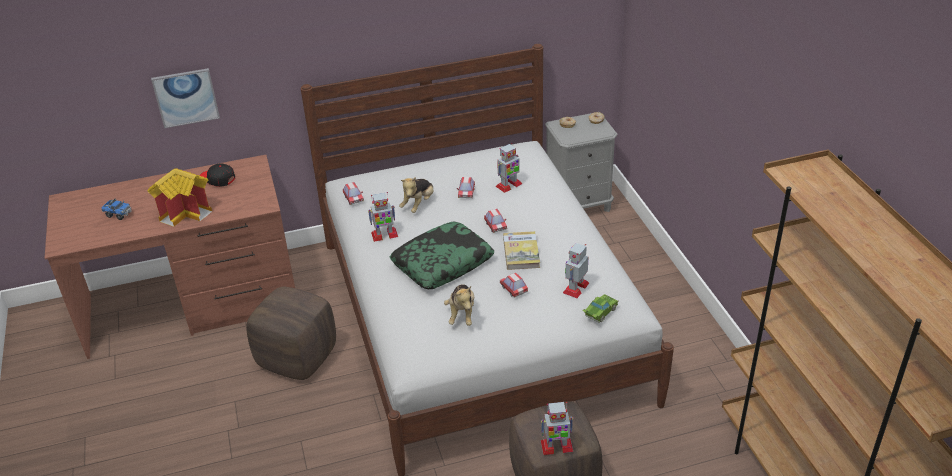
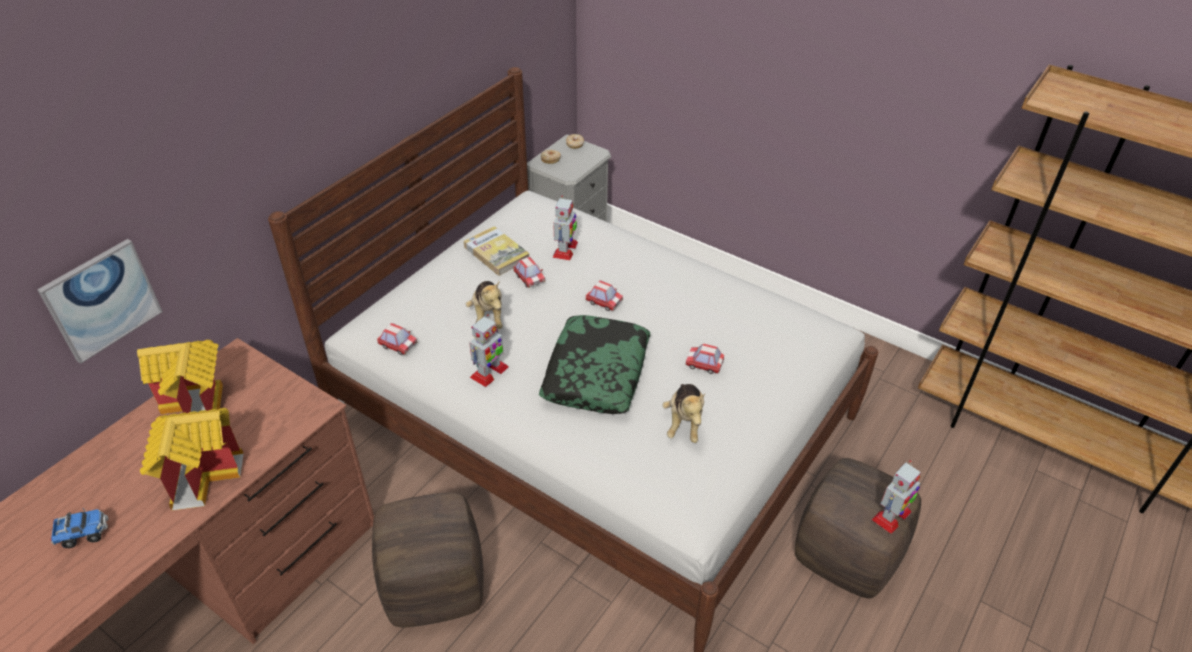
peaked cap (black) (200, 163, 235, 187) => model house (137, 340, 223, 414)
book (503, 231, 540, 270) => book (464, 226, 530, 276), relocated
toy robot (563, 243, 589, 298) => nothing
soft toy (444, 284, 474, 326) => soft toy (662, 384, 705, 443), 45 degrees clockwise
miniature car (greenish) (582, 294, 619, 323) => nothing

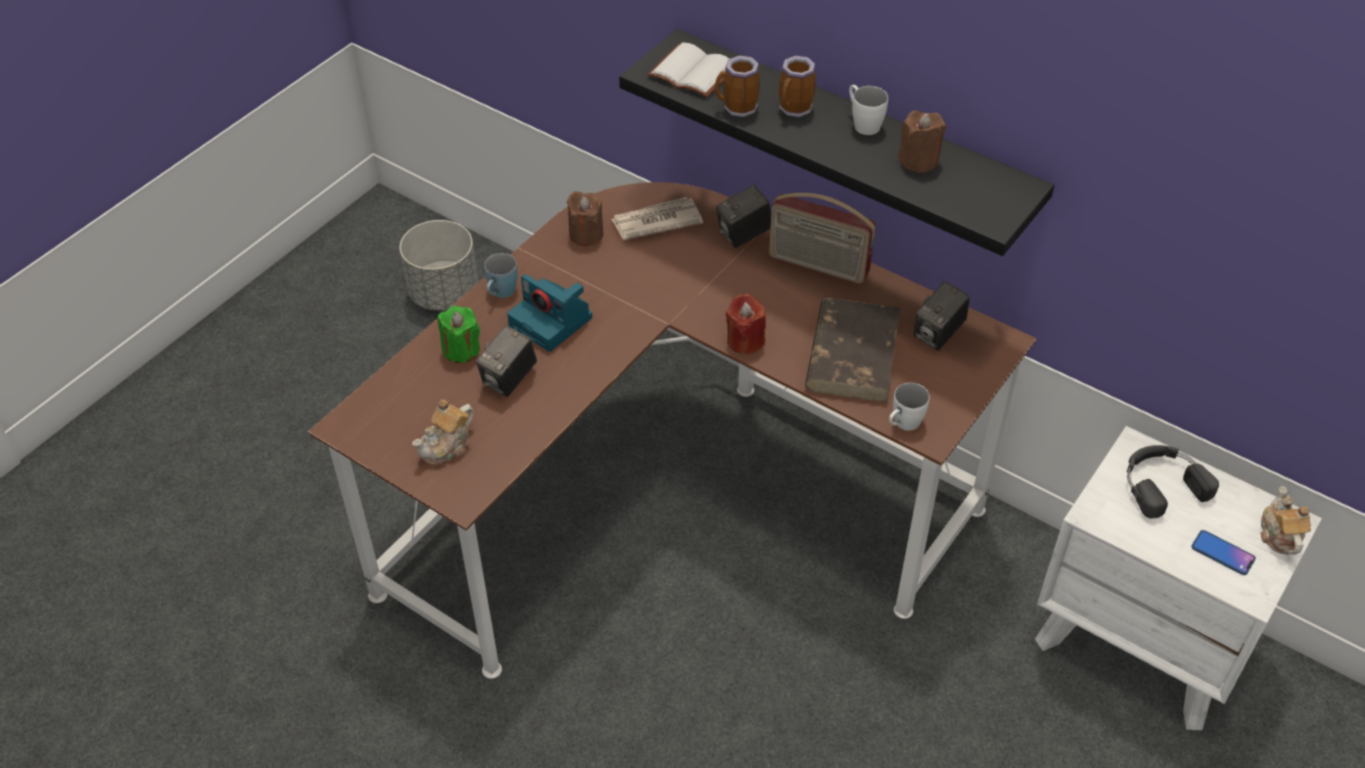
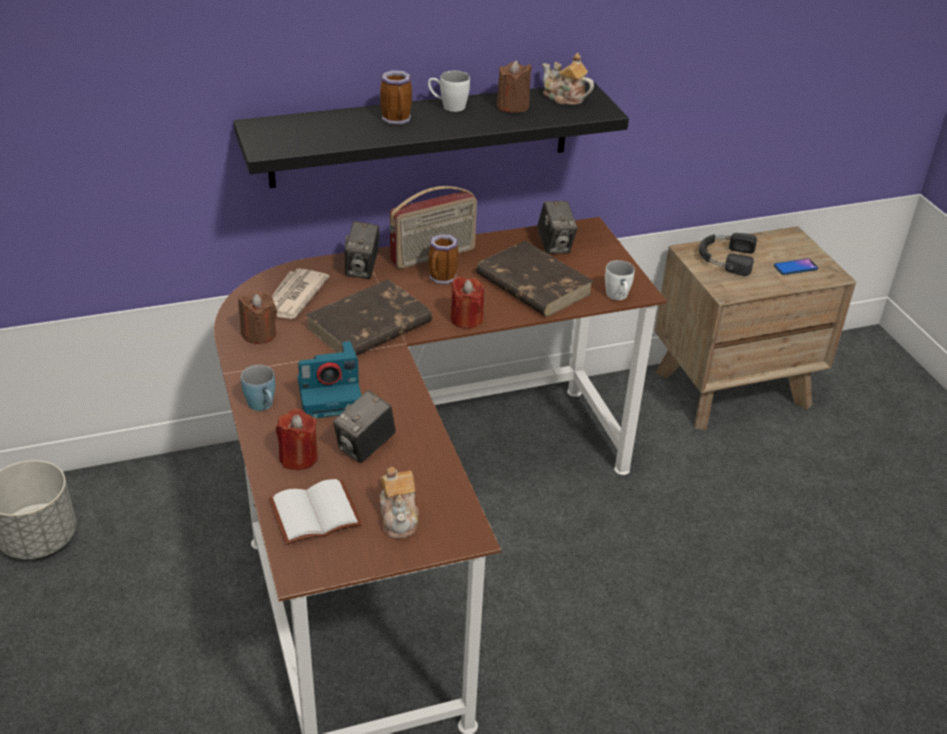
book (white) (647, 42, 730, 97) => book (white) (269, 479, 362, 545), relocated
mug (715, 55, 760, 117) => mug (429, 234, 458, 284), relocated
wax light (greenish) (438, 306, 480, 363) => wax light (reddish) (276, 409, 318, 470)
photo camera (476, 325, 537, 397) => photo camera (333, 390, 396, 463), 60 degrees clockwise
nightstand (white) (1035, 426, 1322, 730) => nightstand (brownish) (655, 226, 856, 430)
pot for tea (1261, 486, 1311, 555) => pot for tea (542, 53, 594, 105), relocated
nothing => book (brownish) (306, 279, 432, 355)

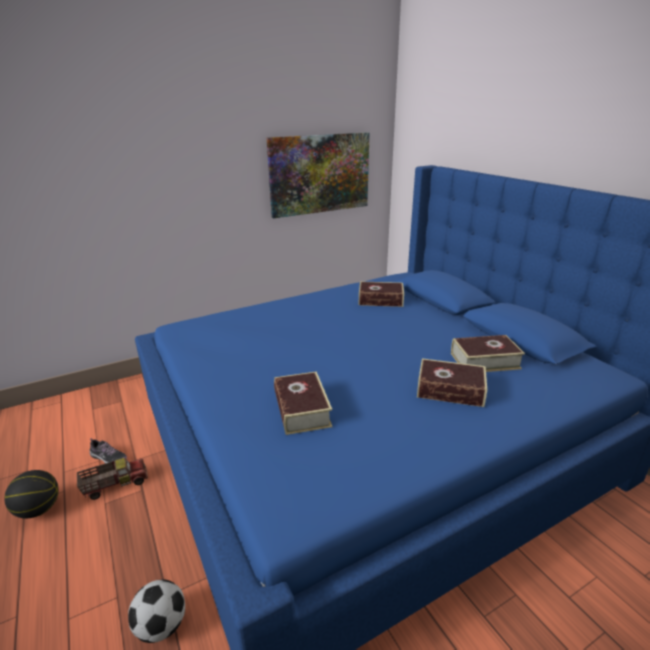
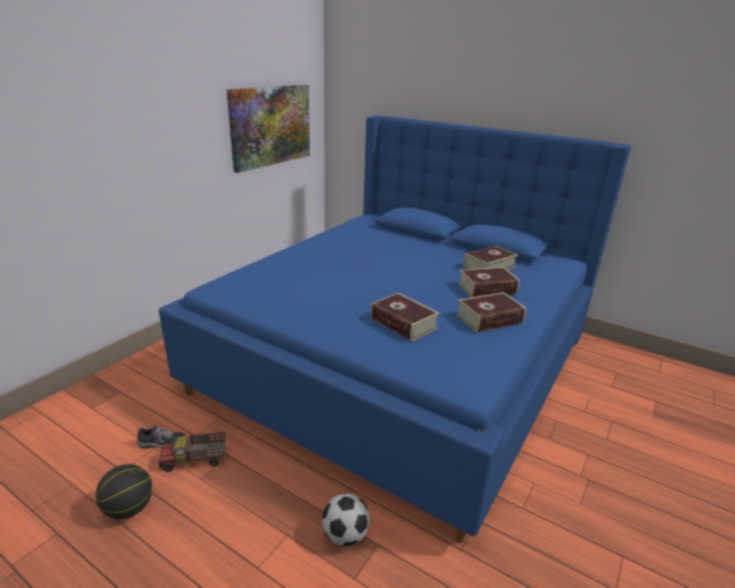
book (359, 281, 404, 307) => book (456, 292, 526, 333), relocated
toy lorry (77, 458, 148, 500) => toy lorry (158, 432, 226, 472), 135 degrees counterclockwise

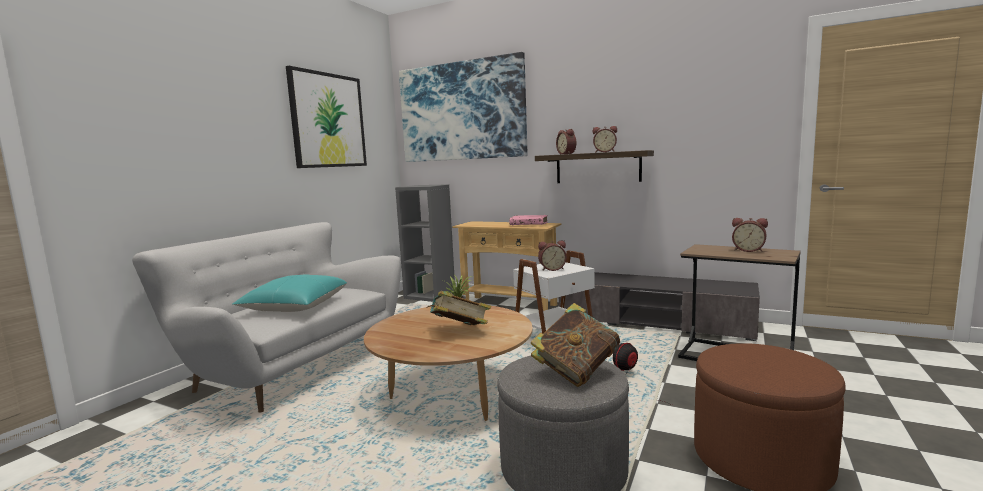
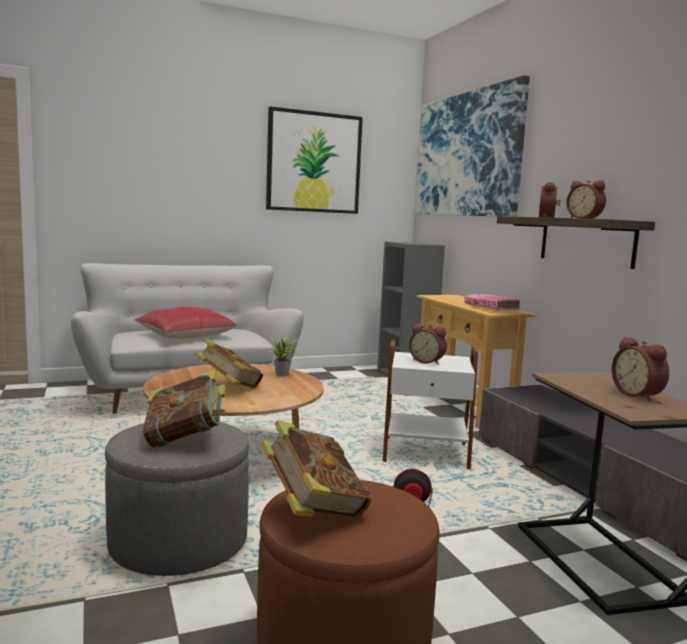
pillow (turquoise) (232, 275, 347, 312) => pillow (reddish) (135, 307, 236, 339)
nothing => book (261, 420, 371, 519)

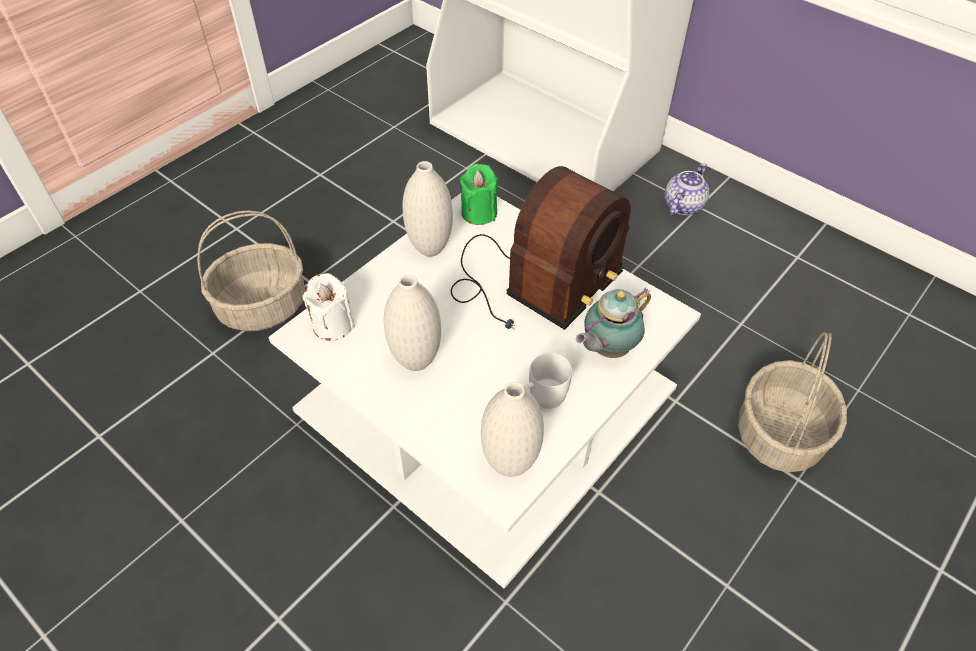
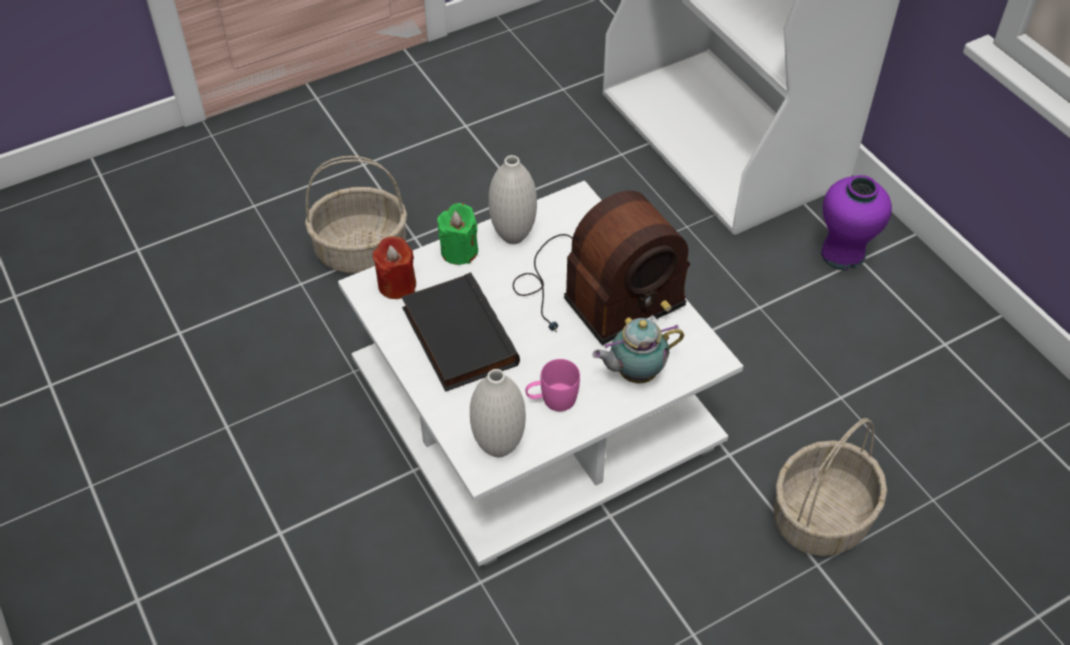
pot for tea (665, 163, 709, 216) => flower vase (purplish) (820, 175, 892, 271)
wax light (greenish) (460, 164, 498, 225) => wax light (greenish) (437, 203, 478, 265), relocated
wax light (white) (302, 273, 355, 341) => wax light (reddish) (372, 236, 416, 299)
flower vase (white) (384, 275, 441, 371) => book (black) (401, 273, 520, 392)
mug (white) (524, 353, 572, 409) => mug (pink) (525, 359, 580, 411)

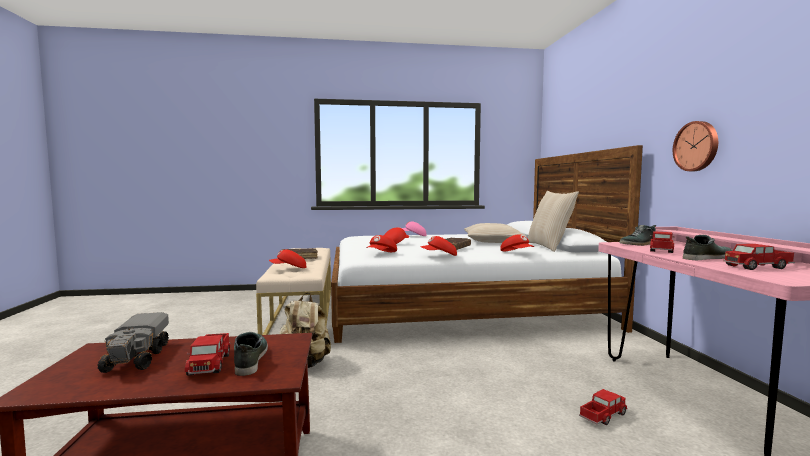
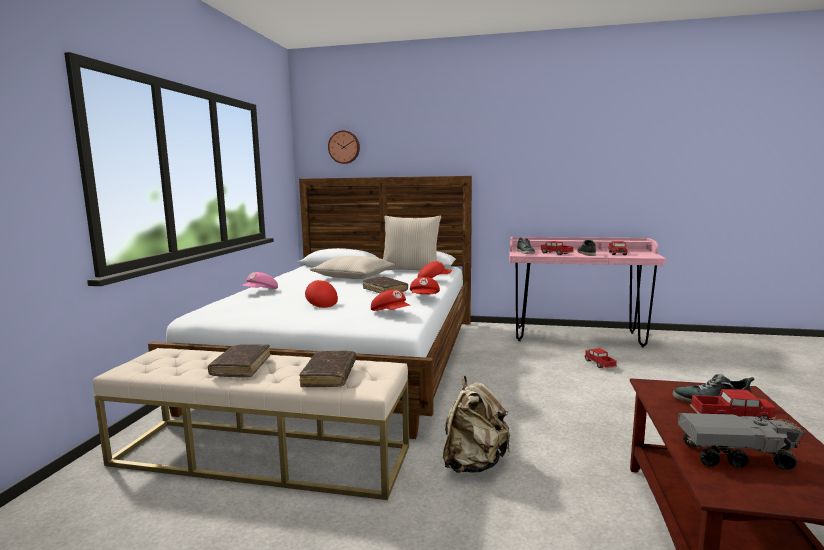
wall clock (673, 121, 718, 171) => wall clock (328, 130, 360, 164), relocated
peaked cap (reddish) (269, 249, 306, 268) => book (brownish) (299, 351, 356, 387)

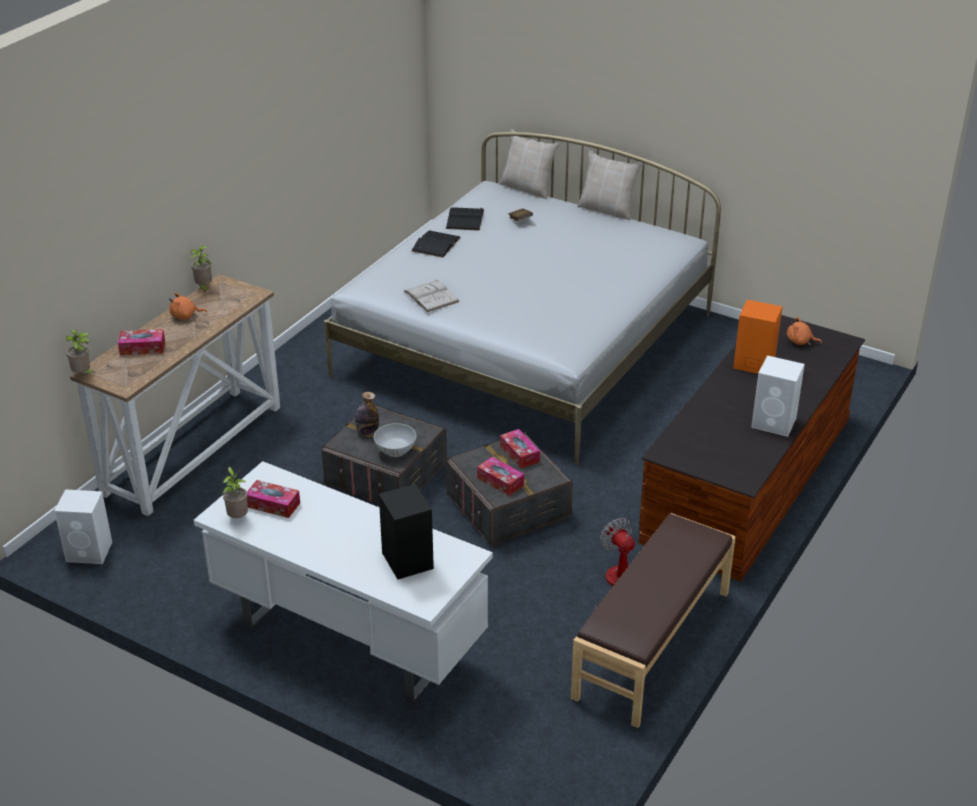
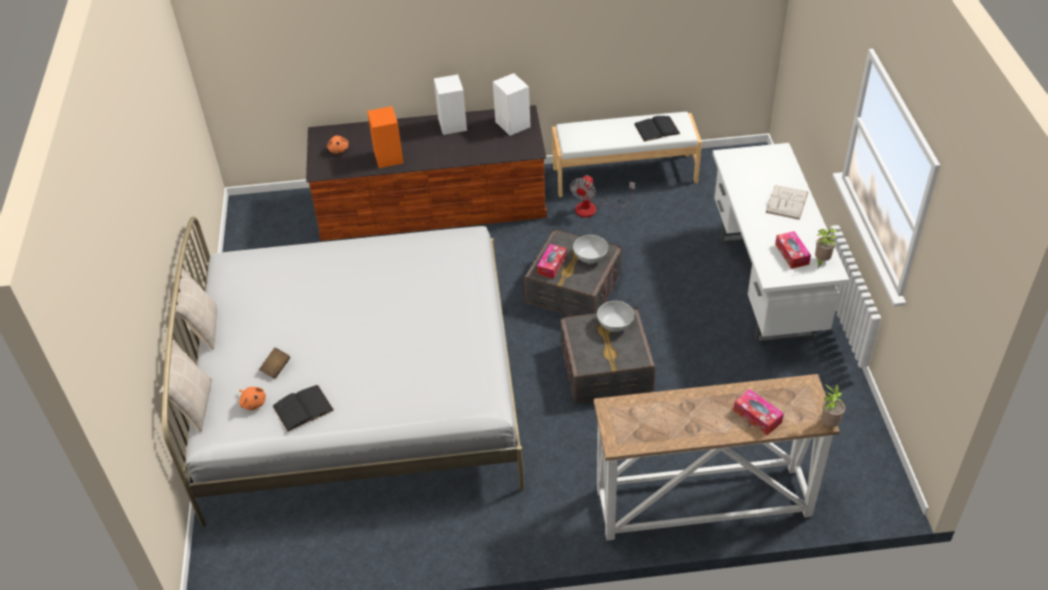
book (black) (412, 230, 461, 258) => book (black) (634, 116, 680, 142), relocated
houseplant (190, 246, 212, 294) => nothing
book (white) (404, 279, 460, 312) => book (white) (765, 185, 808, 220), relocated
soft toy (orange) (169, 293, 207, 320) => soft toy (orange) (239, 387, 266, 410), relocated
bottle (355, 392, 379, 436) => nothing
box of tissues (477, 457, 524, 496) => bowl (white) (573, 235, 608, 264)
speaker (black) (379, 484, 434, 579) => nothing
speaker (white) (54, 489, 112, 564) => speaker (white) (493, 73, 531, 136), relocated
long seat (brownish) (571, 513, 736, 728) => long seat (white) (552, 112, 702, 197)

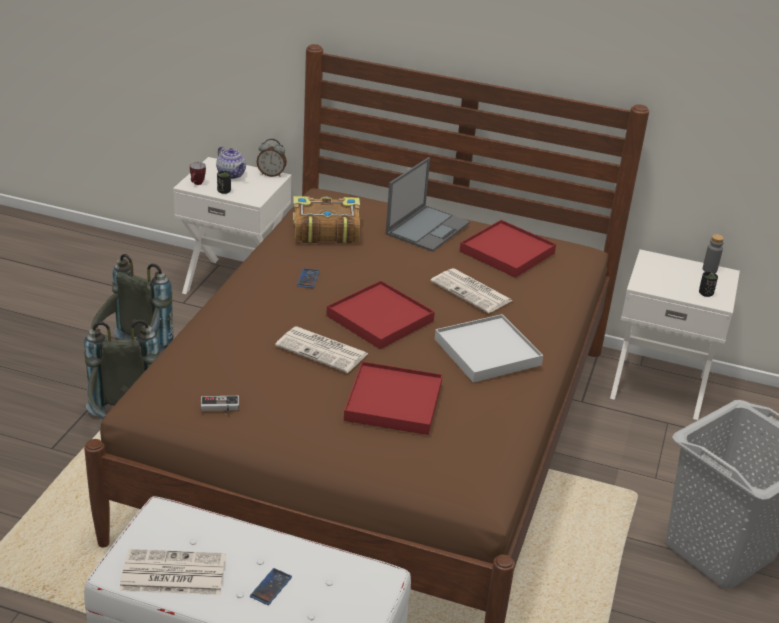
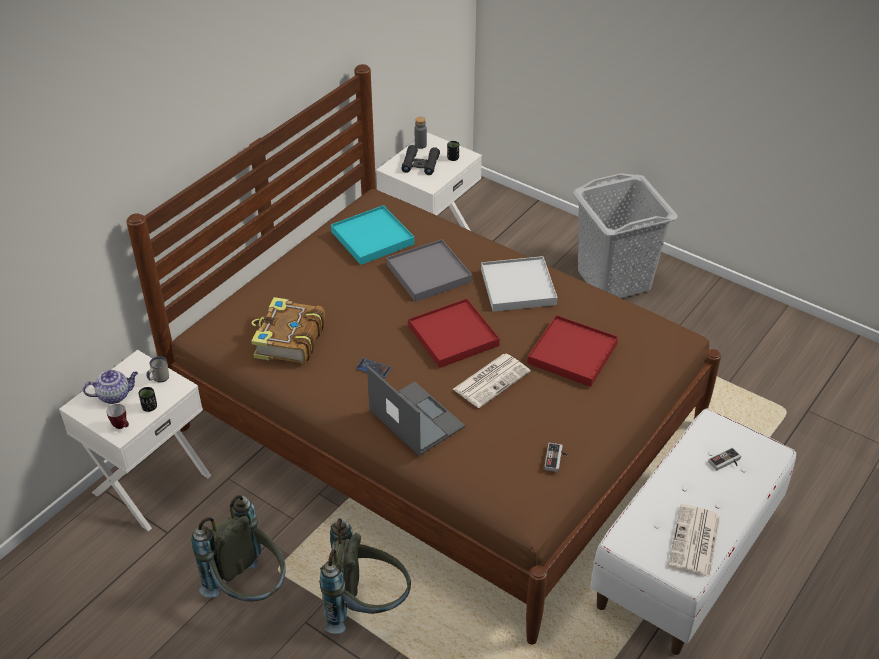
bedside clock (257, 139, 287, 177) => nothing
portable computer (386, 157, 470, 252) => portable computer (367, 366, 465, 456), relocated
carrying tray (reddish) (460, 220, 556, 278) => carrying tray (turquoise) (331, 205, 414, 265)
newspaper (431, 268, 513, 313) => carrying tray (grey) (386, 239, 472, 302)
handset (250, 568, 292, 605) => nothing
nothing => binoculars (black) (401, 145, 440, 175)
nothing => mug (white) (147, 356, 169, 382)
nothing => joypad (708, 447, 741, 471)

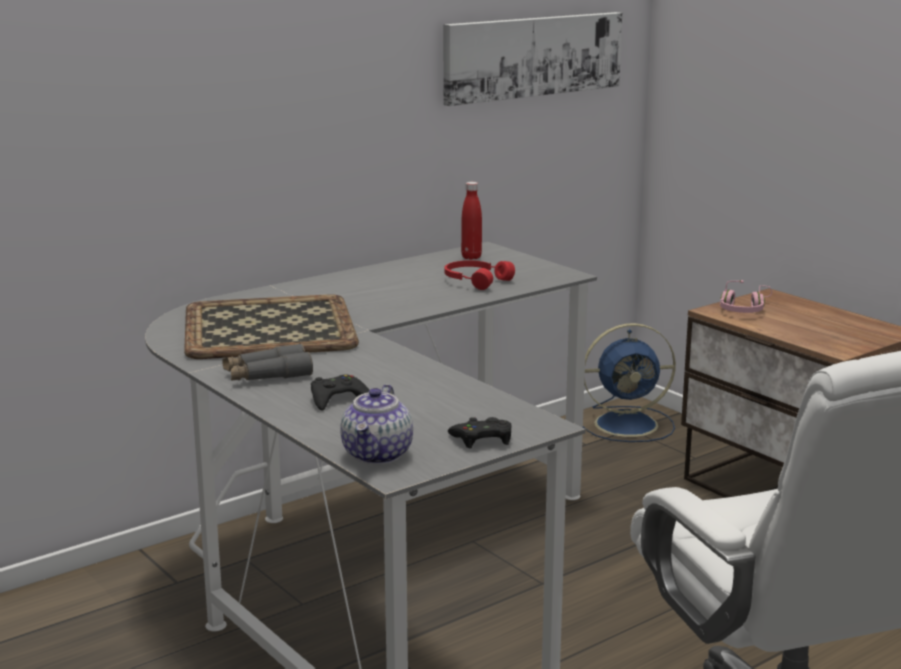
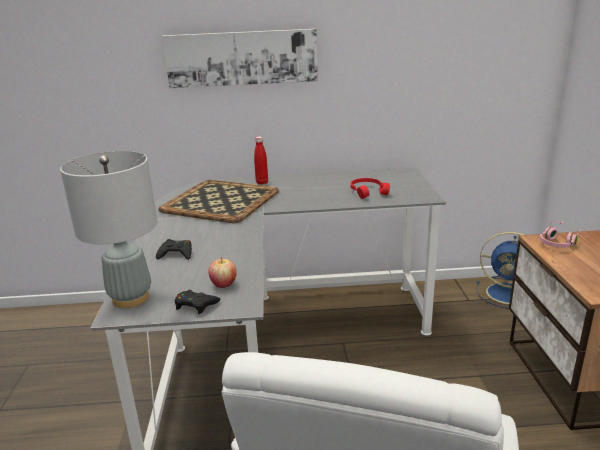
wall art (443, 12, 622, 106) => wall art (163, 29, 318, 88), relocated
bottle (reddish) (461, 182, 482, 260) => bottle (reddish) (254, 136, 268, 184), relocated
binoculars (grey) (222, 343, 313, 380) => nothing
pot for tea (340, 384, 413, 464) => lamp for a table (grey) (60, 151, 157, 308)
nothing => apple (208, 257, 237, 288)

